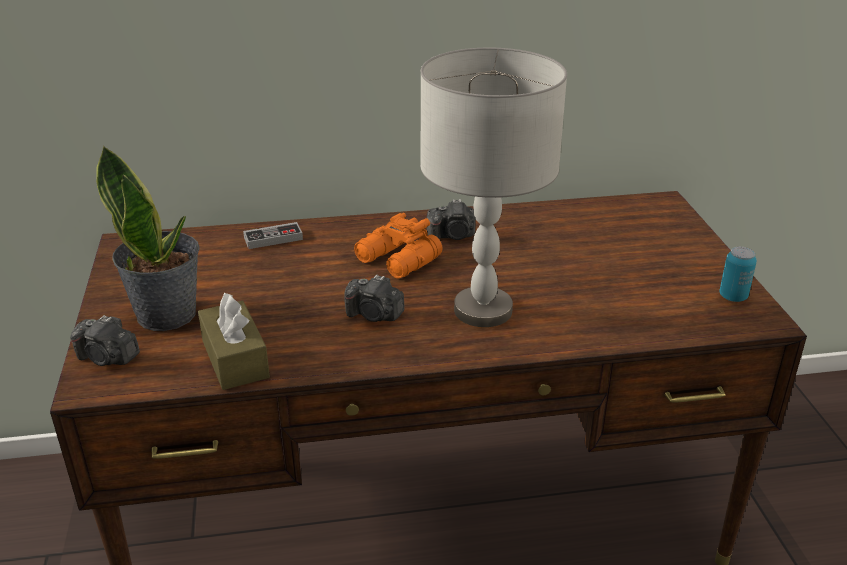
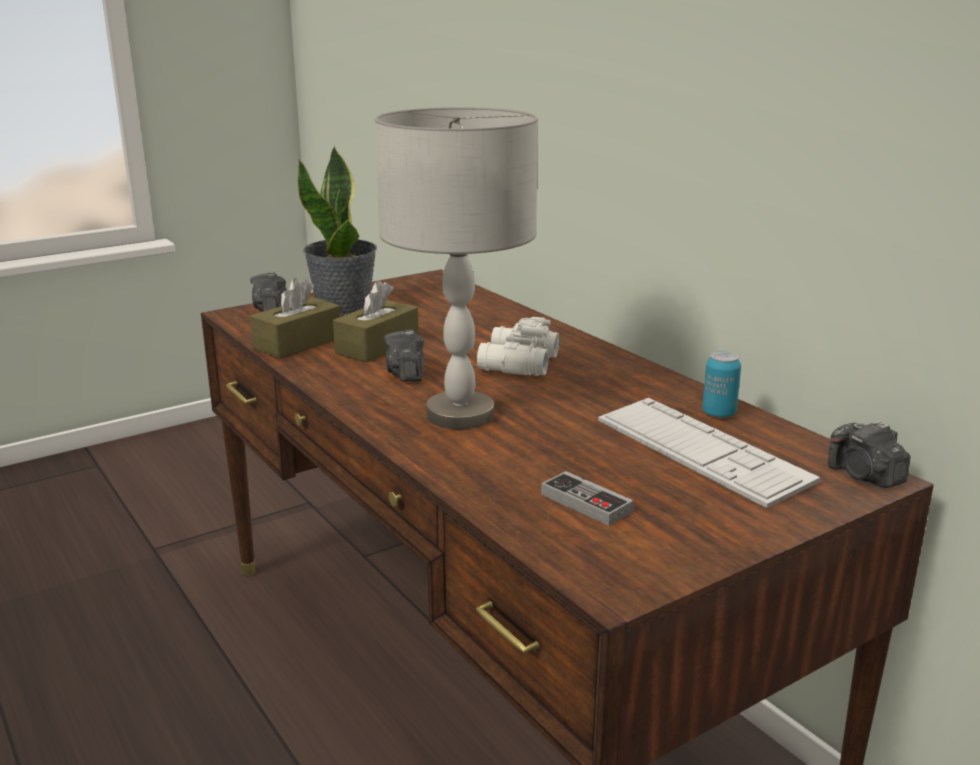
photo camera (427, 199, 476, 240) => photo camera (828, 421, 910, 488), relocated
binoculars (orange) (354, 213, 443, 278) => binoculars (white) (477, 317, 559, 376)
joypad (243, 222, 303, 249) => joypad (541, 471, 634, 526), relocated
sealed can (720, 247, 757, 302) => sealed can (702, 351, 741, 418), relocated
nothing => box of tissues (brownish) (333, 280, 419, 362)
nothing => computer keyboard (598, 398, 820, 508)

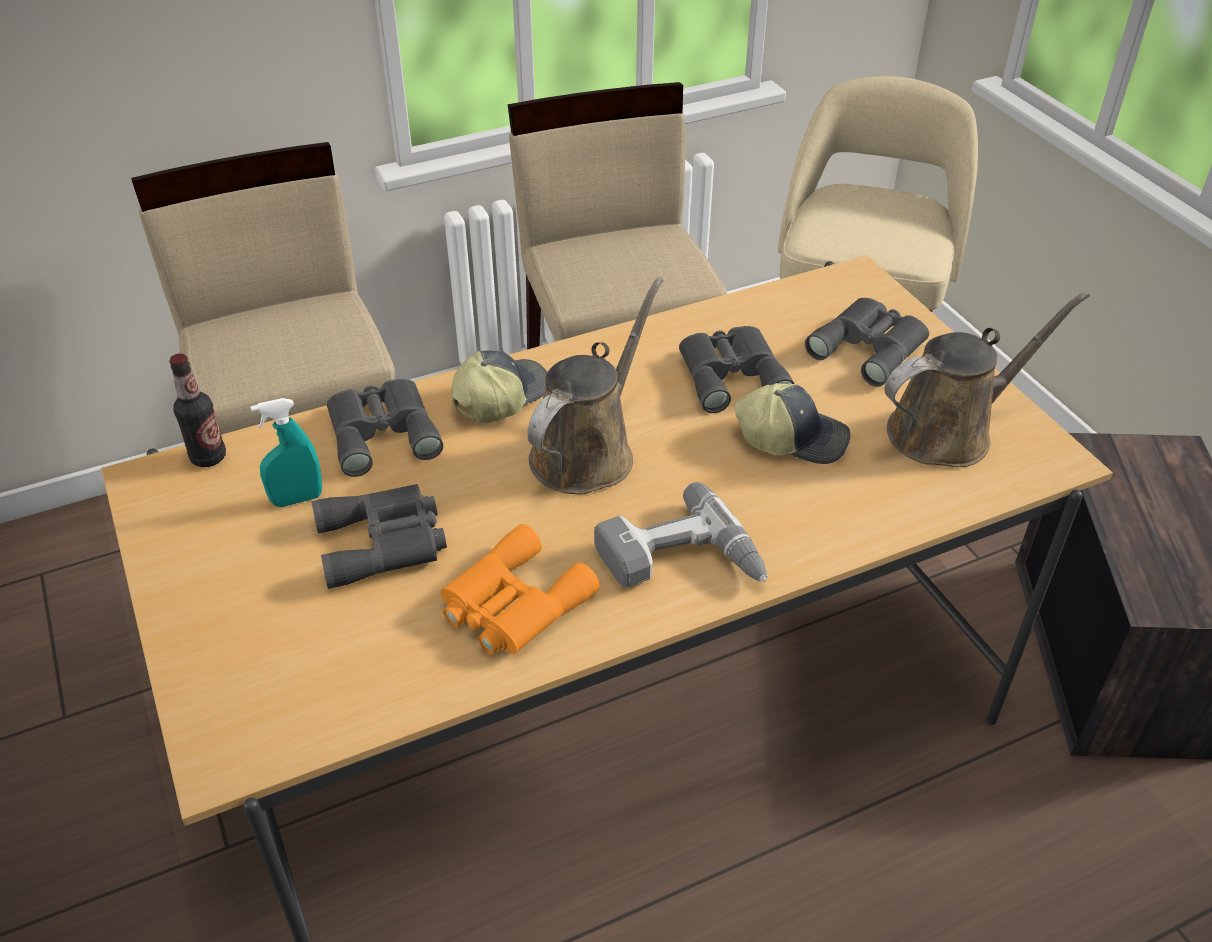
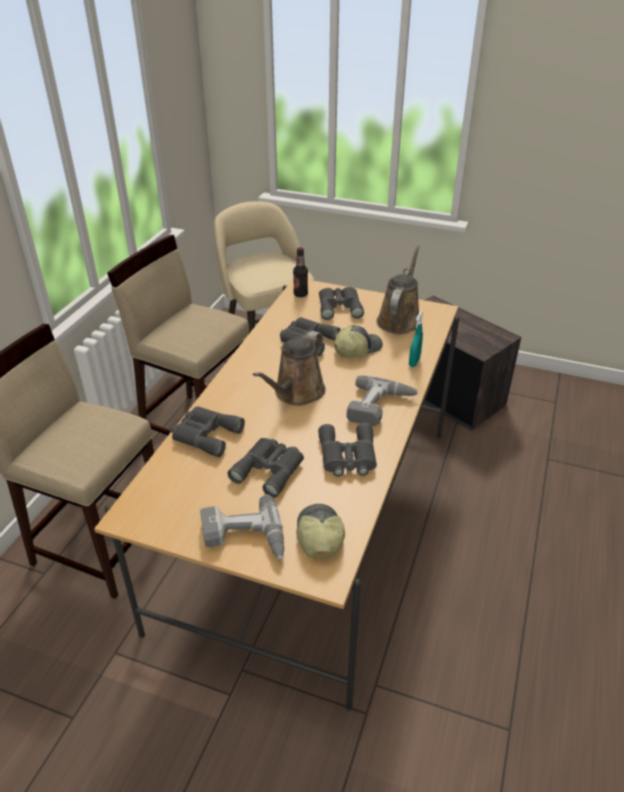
watering pot (brownish) (527, 277, 664, 494) => watering pot (brownish) (253, 331, 326, 406), 135 degrees counterclockwise
peaked cap (452, 351, 547, 423) => peaked cap (296, 504, 345, 559), relocated
bottle (169, 354, 226, 467) => bottle (293, 247, 308, 297), relocated
sprayer (turquoise) (250, 398, 322, 507) => sprayer (turquoise) (409, 311, 423, 367), relocated
binoculars (orange) (441, 524, 600, 654) => binoculars (grey) (318, 423, 377, 477)
nothing => drill (200, 495, 284, 559)

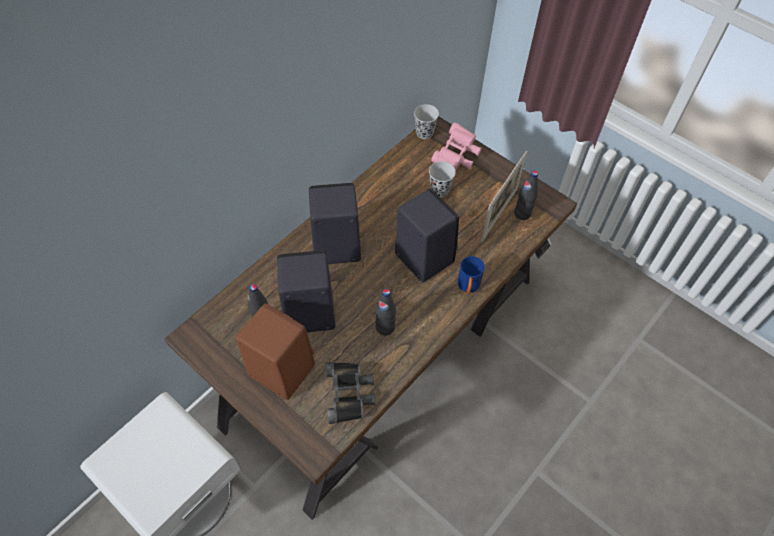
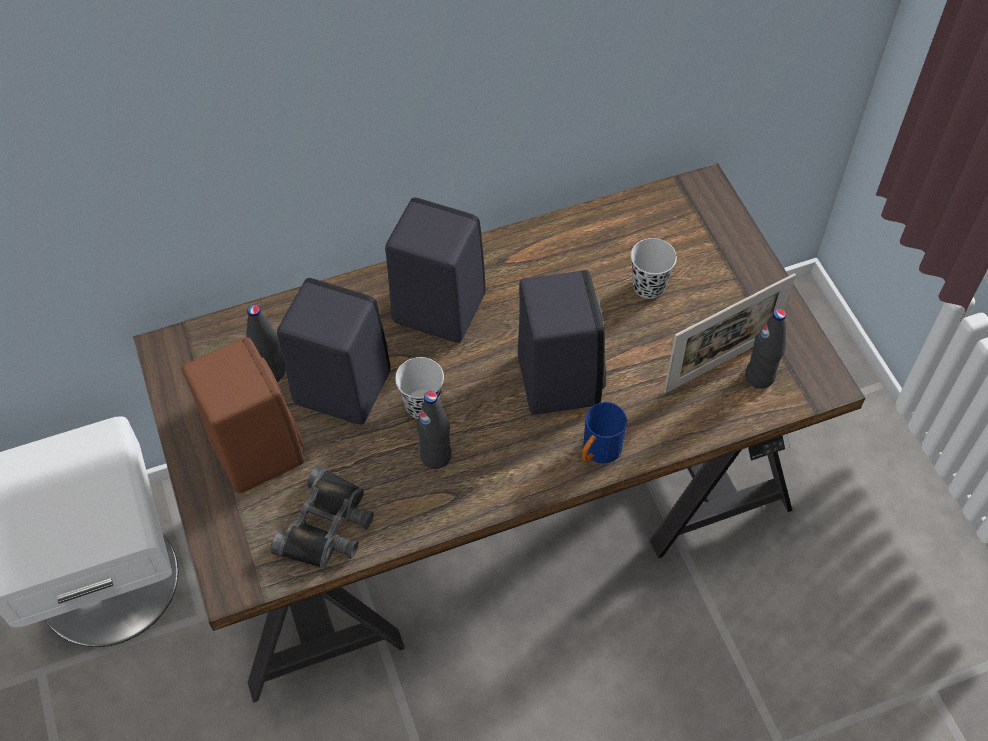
cup (black) (414, 104, 439, 139) => cup (black) (395, 357, 444, 419), relocated
binoculars (pink) (431, 122, 482, 171) => nothing

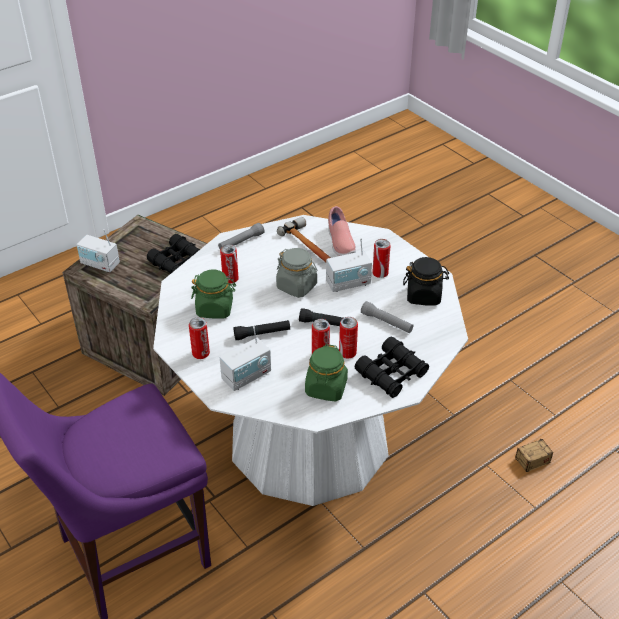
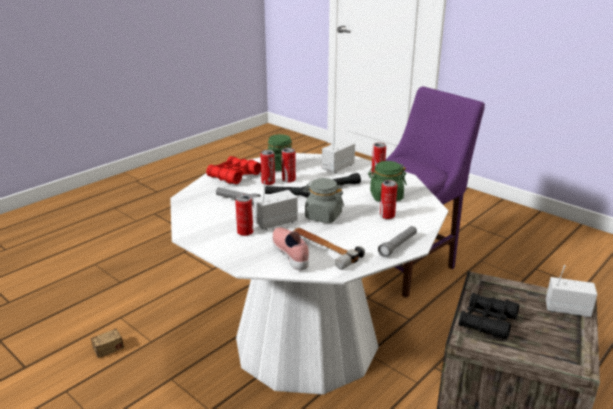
preserve jar (black) (403, 257, 449, 306) => nothing
binoculars (black) (355, 337, 429, 398) => binoculars (reddish) (206, 156, 261, 184)

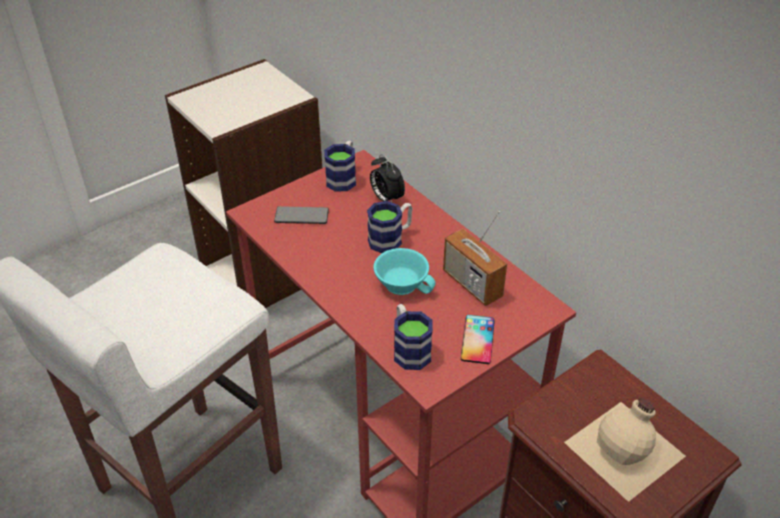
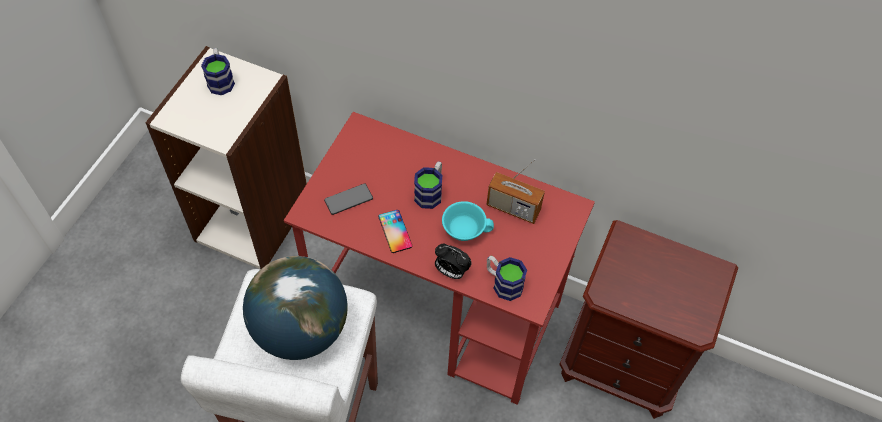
mug (324, 140, 356, 192) => mug (201, 48, 235, 95), relocated
bedside clock (370, 154, 405, 202) => bedside clock (435, 244, 472, 279), relocated
handset (461, 315, 495, 364) => handset (378, 210, 413, 253), relocated
bottle (beige) (564, 398, 686, 502) => nothing
nothing => world globe (243, 256, 348, 360)

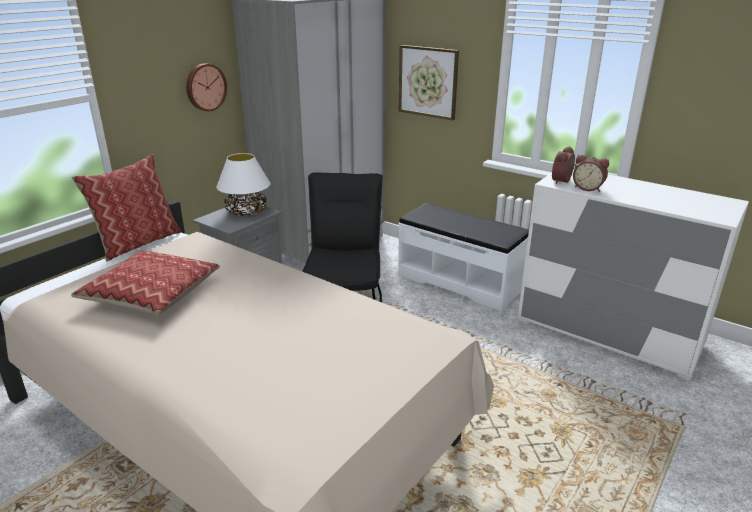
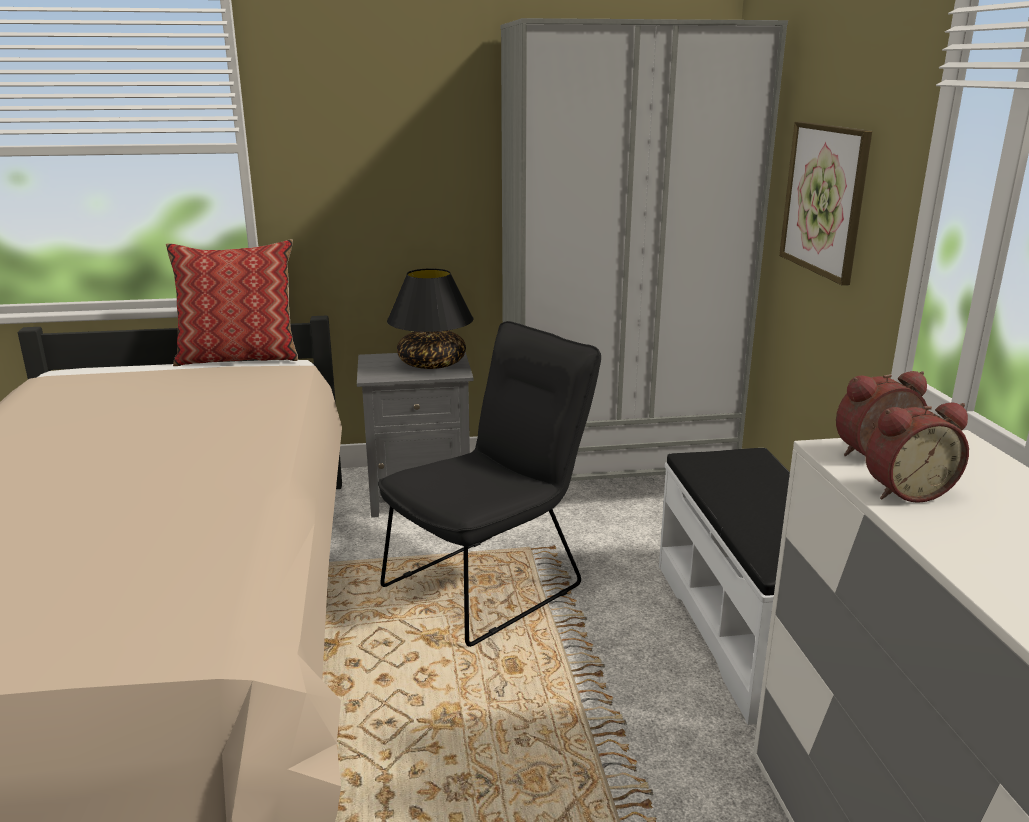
wall clock (186, 63, 227, 111) => nothing
lamp for a table (white) (217, 153, 270, 216) => lamp for a table (black) (387, 268, 473, 369)
bedside clock (573, 155, 609, 192) => bedside clock (865, 403, 969, 503), 90 degrees counterclockwise
pillow (71, 250, 220, 315) => nothing

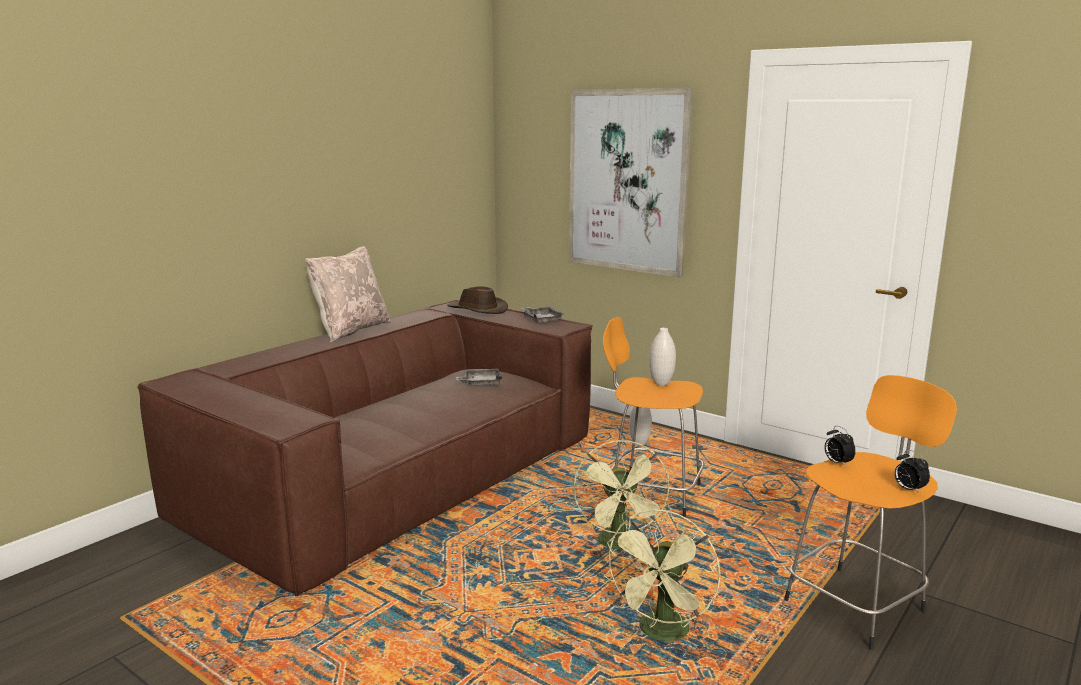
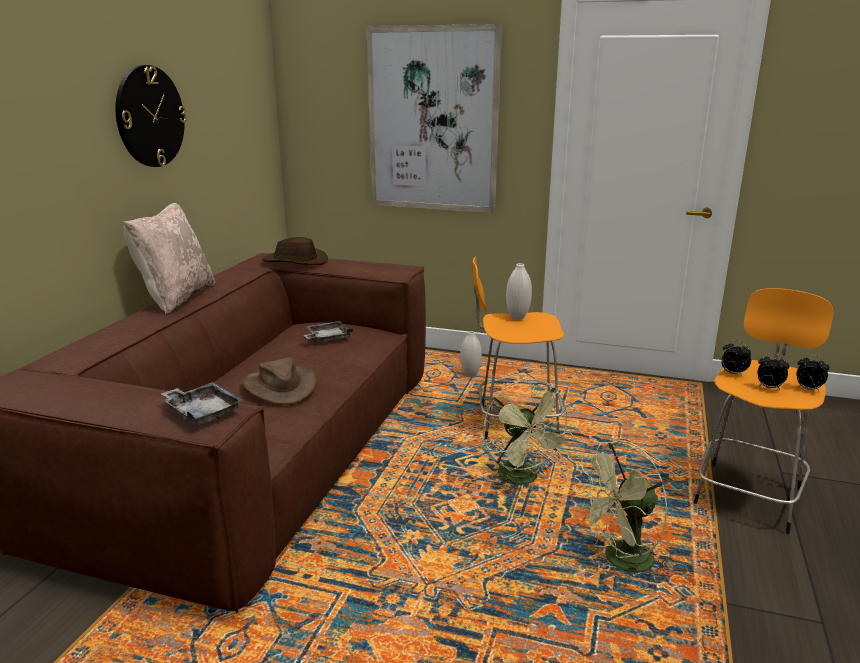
carrying tray (grey) (521, 306, 564, 323) => carrying tray (grey) (161, 382, 244, 426), relocated
cooling fan (greenish) (603, 509, 720, 641) => cooling fan (greenish) (574, 440, 668, 584), 60 degrees clockwise
nothing => wall clock (115, 65, 187, 167)
nothing => bedside clock (758, 353, 790, 390)
nothing => wearable hat (brownish) (242, 358, 317, 405)

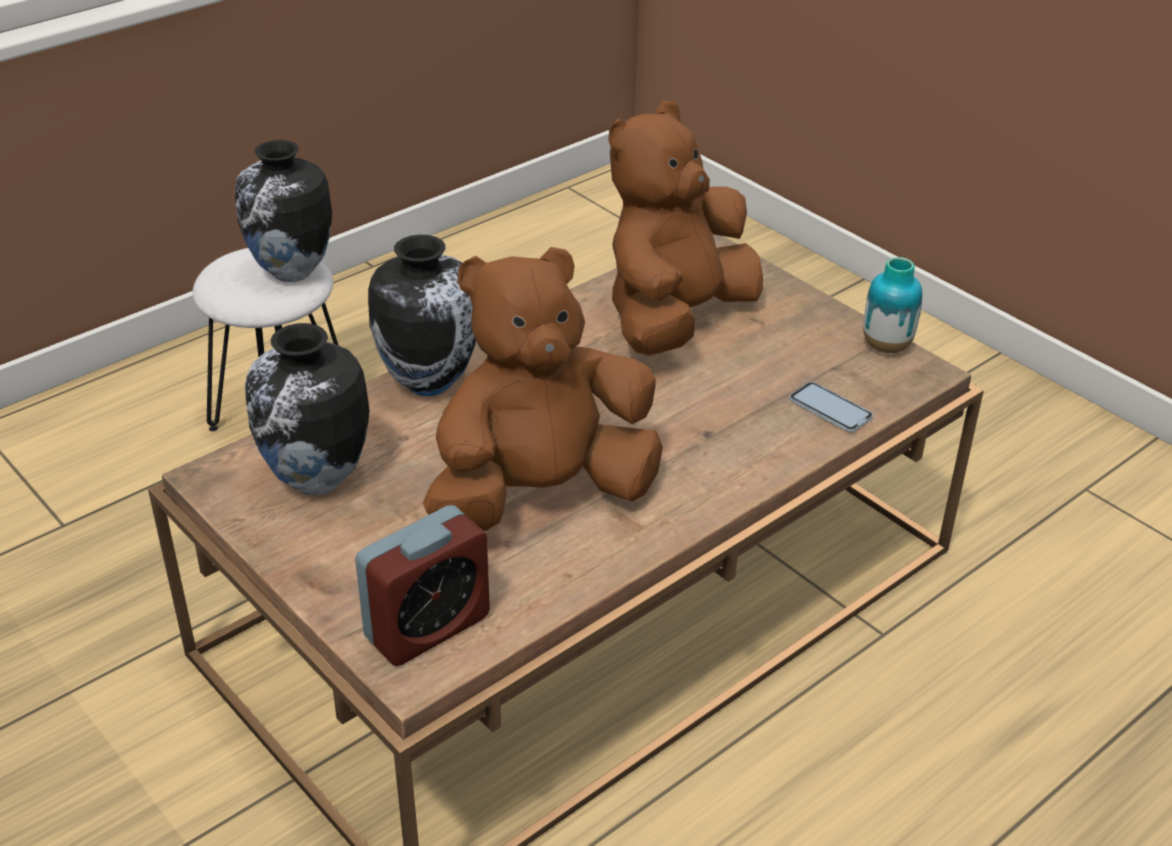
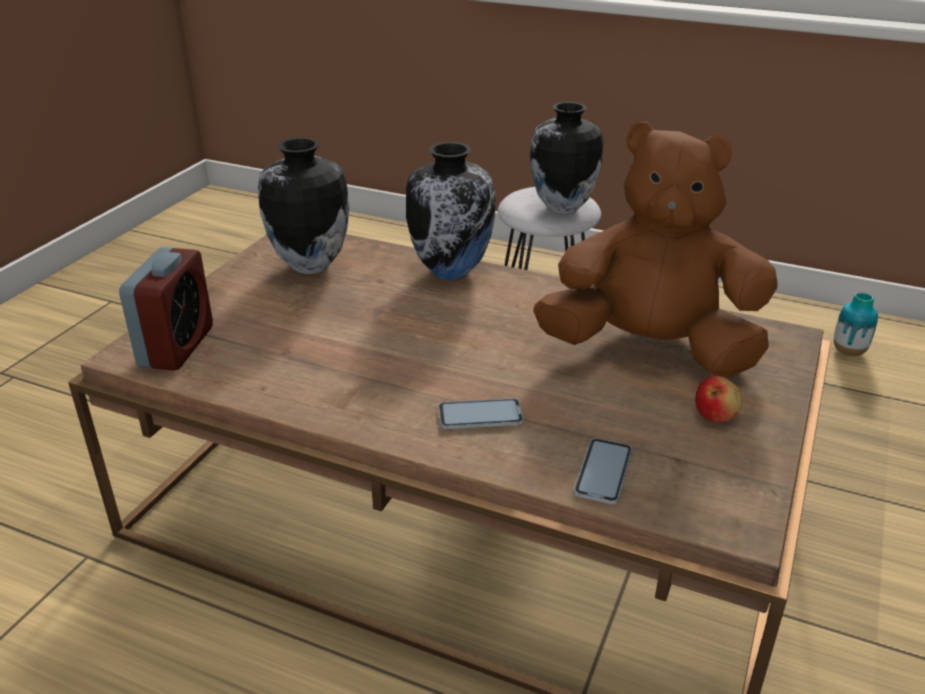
soft toy (brownish) (423, 247, 663, 531) => nothing
flower vase (863, 257, 922, 353) => flower vase (834, 292, 878, 356), relocated
bedside clock (355, 505, 490, 666) => bedside clock (119, 247, 213, 371), 105 degrees counterclockwise
nothing => apple (695, 376, 742, 423)
nothing => handset (438, 398, 523, 429)

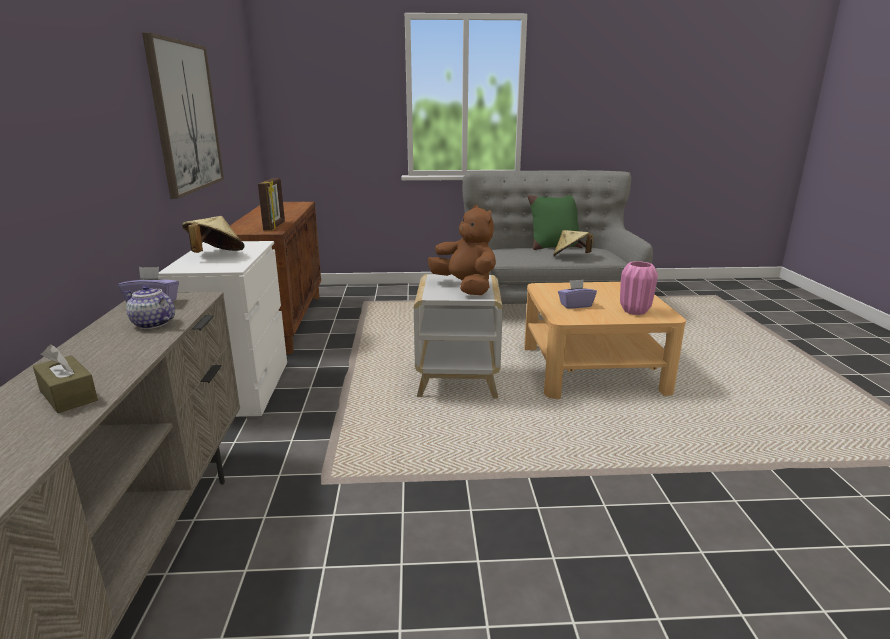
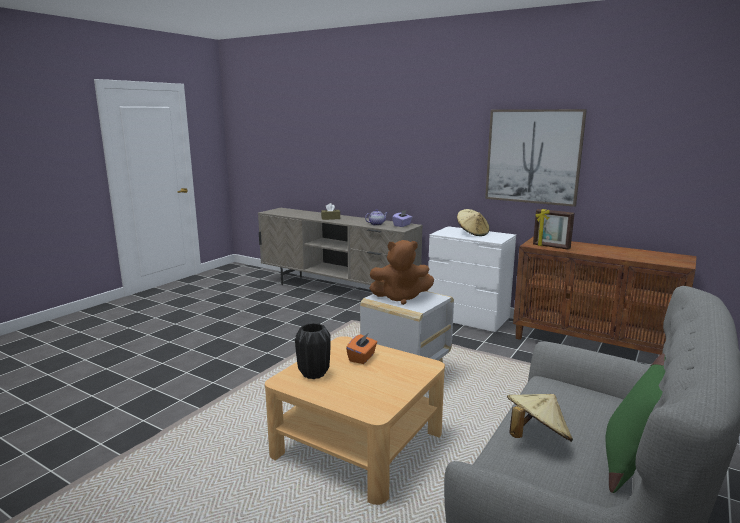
flower vase (pink) (620, 261, 658, 315) => flower vase (black) (295, 323, 331, 379)
box of tissues (purplish) (558, 279, 597, 309) => box of tissues (orange) (346, 333, 377, 364)

